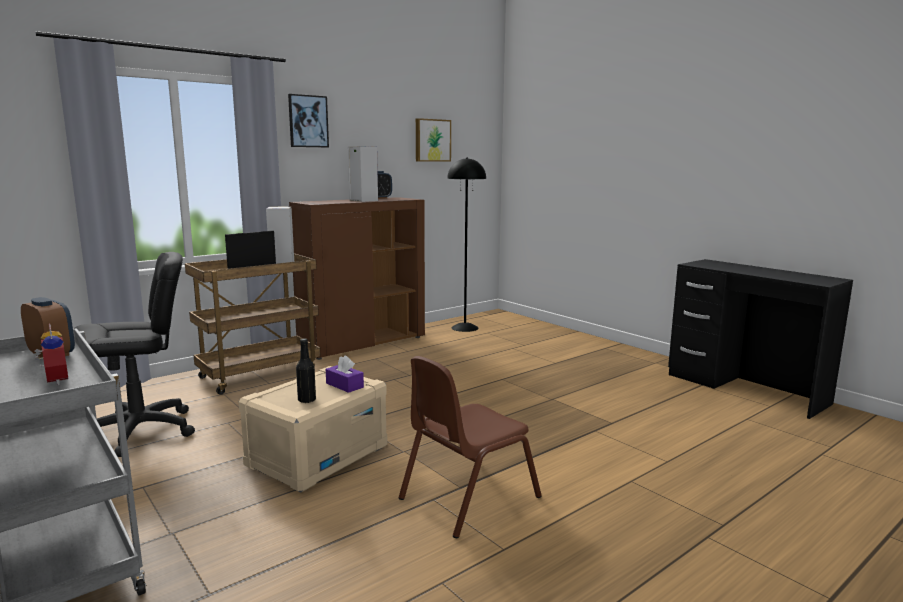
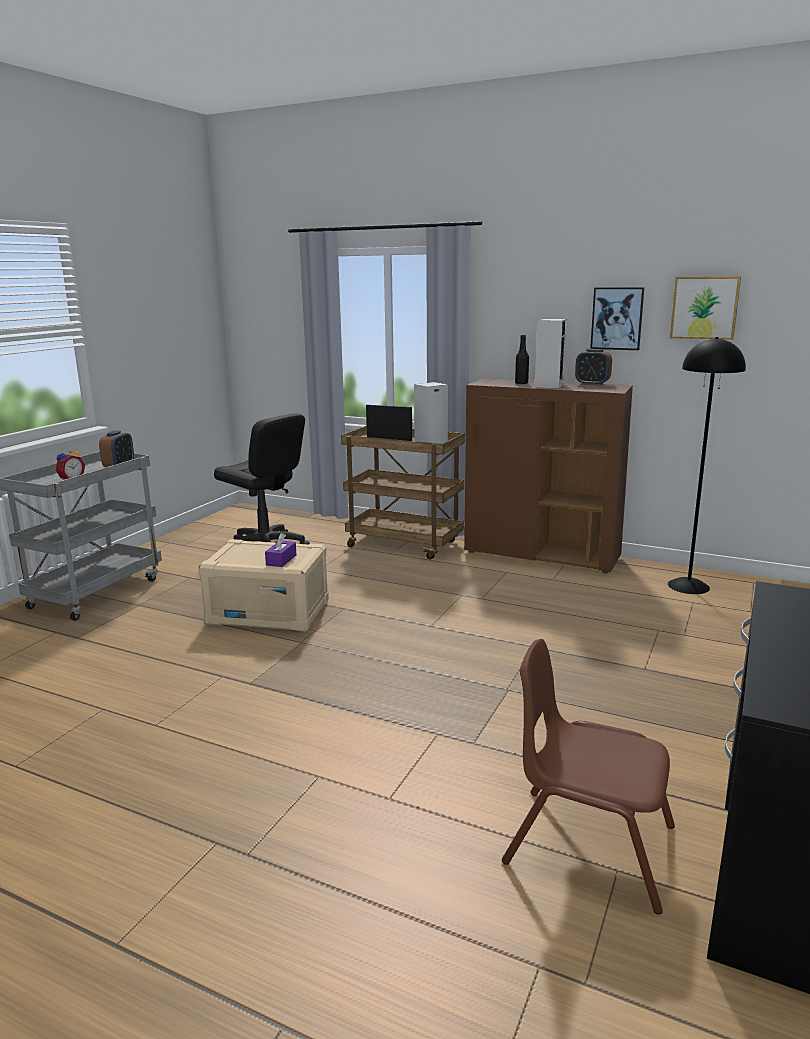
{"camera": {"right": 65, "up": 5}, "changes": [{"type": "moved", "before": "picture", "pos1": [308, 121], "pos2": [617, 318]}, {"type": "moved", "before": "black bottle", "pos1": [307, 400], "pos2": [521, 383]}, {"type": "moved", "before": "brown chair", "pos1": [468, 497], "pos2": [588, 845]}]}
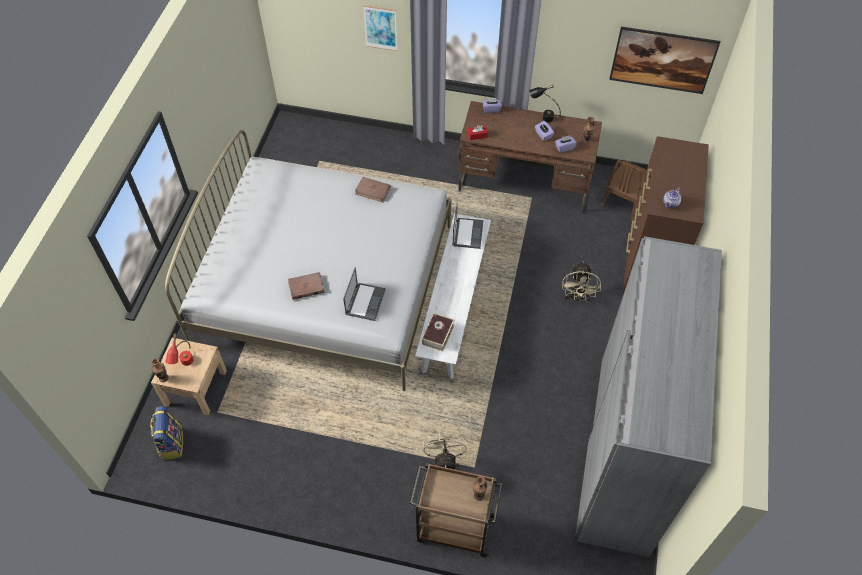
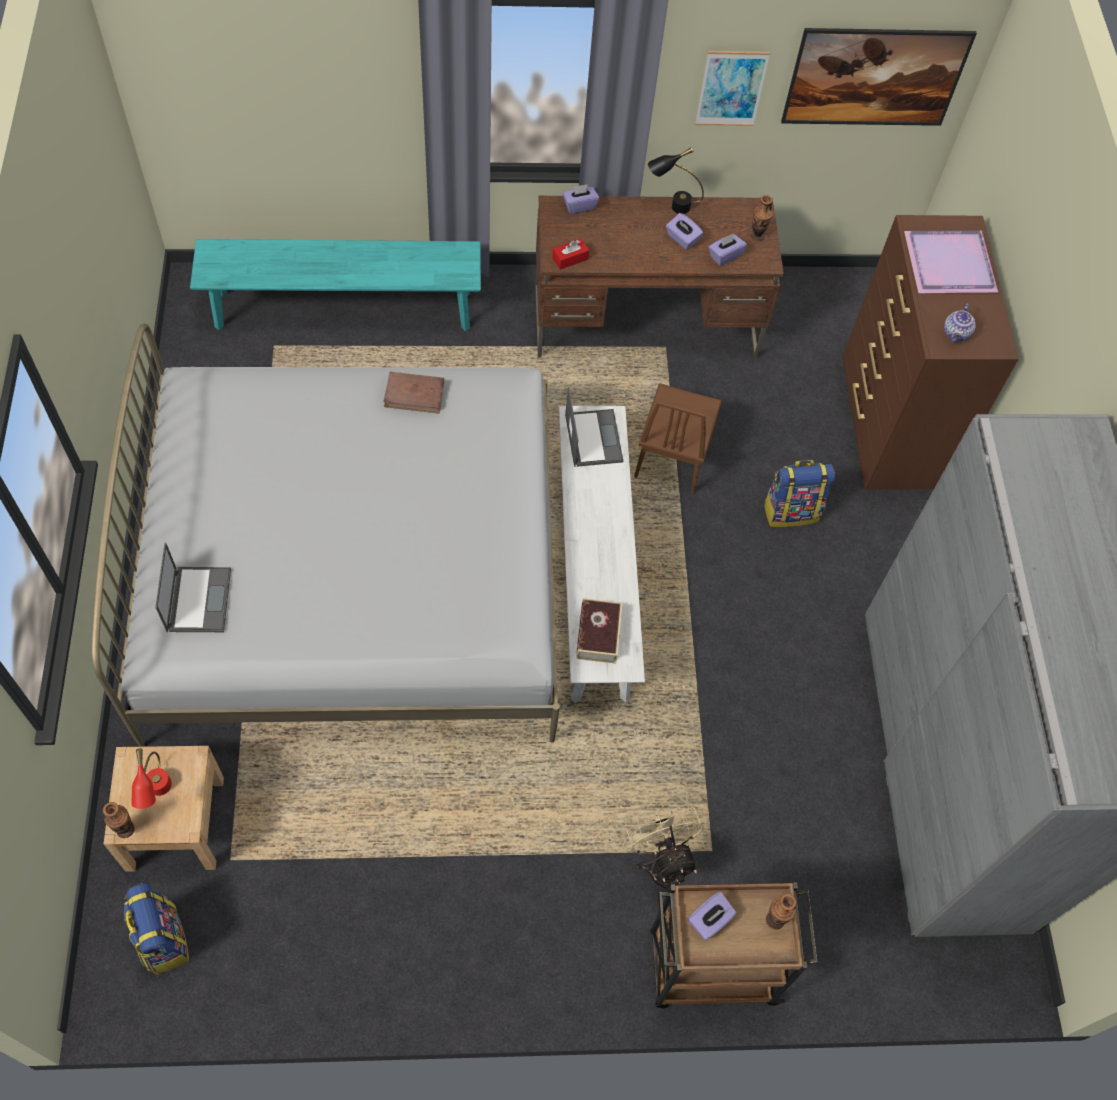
{"camera": {"right": -20, "up": 5}, "changes": [{"type": "removed", "before": "brown book", "pos1": [306, 287]}, {"type": "added", "after": "turquoise bench", "pos2": [344, 310]}, {"type": "added", "after": "purple tissue box", "pos2": [709, 920]}, {"type": "added", "after": "purple tray", "pos2": [950, 262]}, {"type": "moved", "before": "laptop", "pos1": [365, 301], "pos2": [198, 599]}, {"type": "moved", "before": "picture", "pos1": [380, 28], "pos2": [731, 88]}, {"type": "moved", "before": "brown chair", "pos1": [624, 201], "pos2": [673, 455]}, {"type": "replaced", "before": "beige fan", "after": "backpack", "pos1": [577, 297], "pos2": [791, 511]}]}
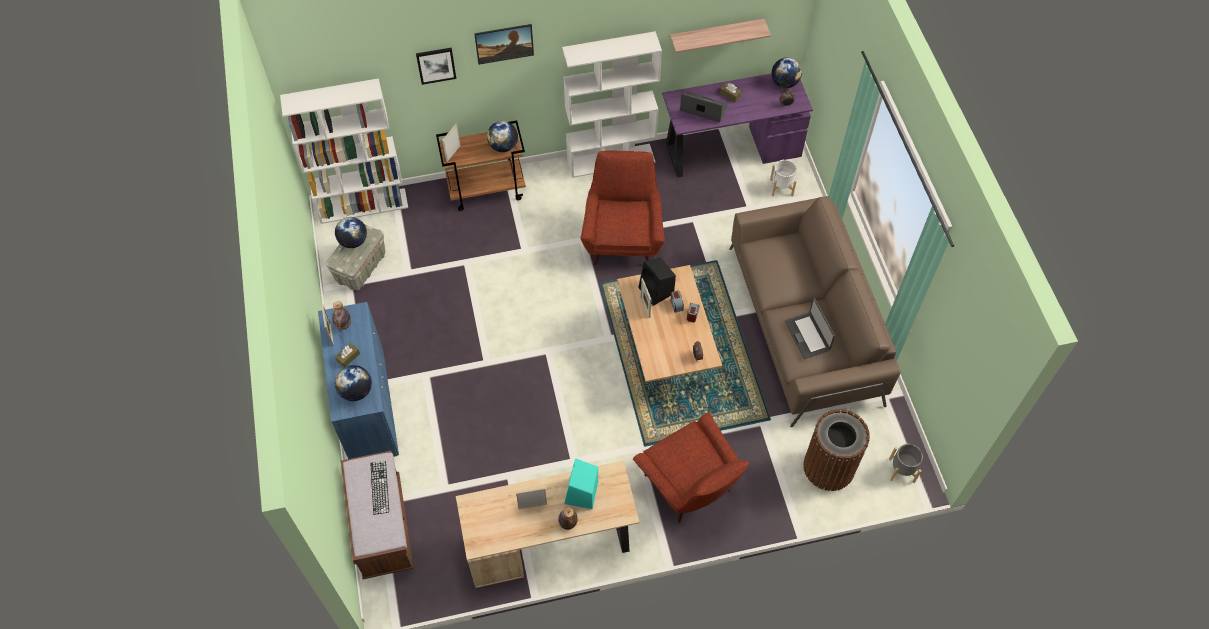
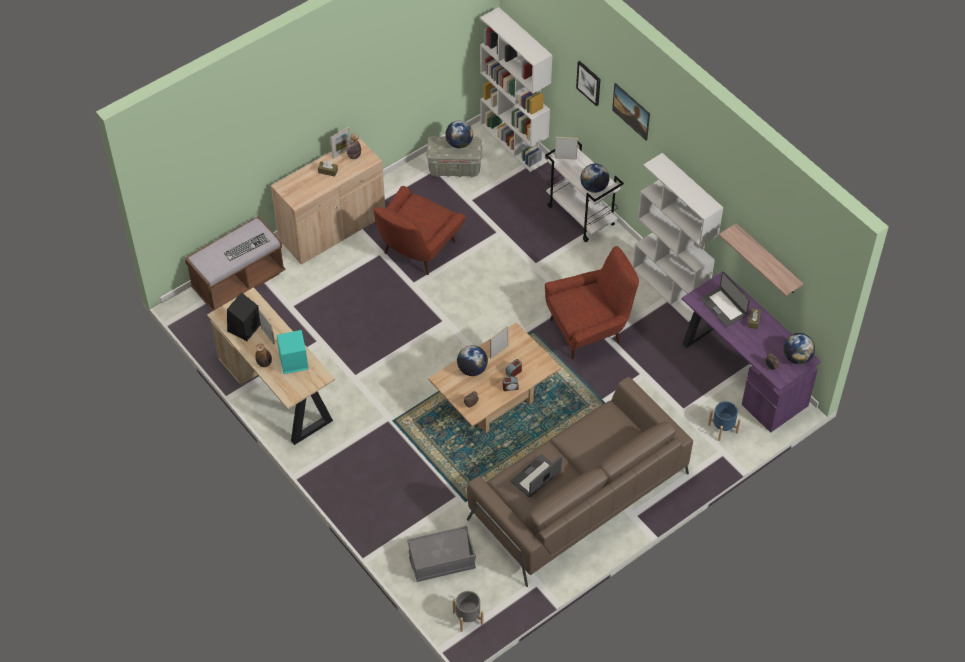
{"camera": {"right": 65, "up": -5}, "changes": [{"type": "moved", "before": "globe", "pos1": [356, 391], "pos2": [472, 369]}, {"type": "moved", "before": "red armchair", "pos1": [690, 487], "pos2": [417, 250]}, {"type": "moved", "before": "black speaker", "pos1": [657, 291], "pos2": [244, 328]}, {"type": "replaced", "before": "brown trash can", "after": "grey storage box", "pos1": [829, 467], "pos2": [442, 560]}, {"type": "recoloured", "before": "blue cabinet", "after": "beige cabinet", "pos1": [368, 407], "pos2": [332, 228]}, {"type": "recoloured", "before": "brown cart", "after": "white cart", "pos1": [487, 189], "pos2": [581, 215]}, {"type": "recoloured", "before": "white planter", "after": "blue planter", "pos1": [781, 187], "pos2": [723, 428]}, {"type": "turned", "before": "laptop", "pos1": [703, 108], "pos2": [724, 307], "turn": 150}]}
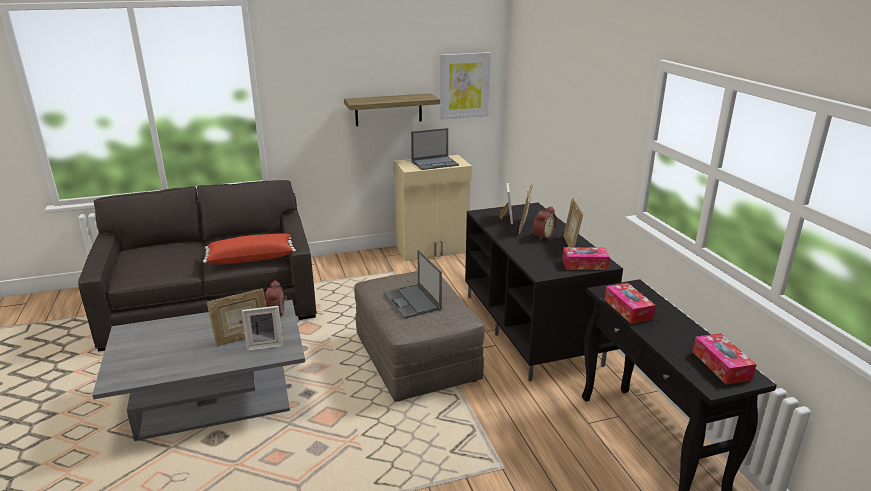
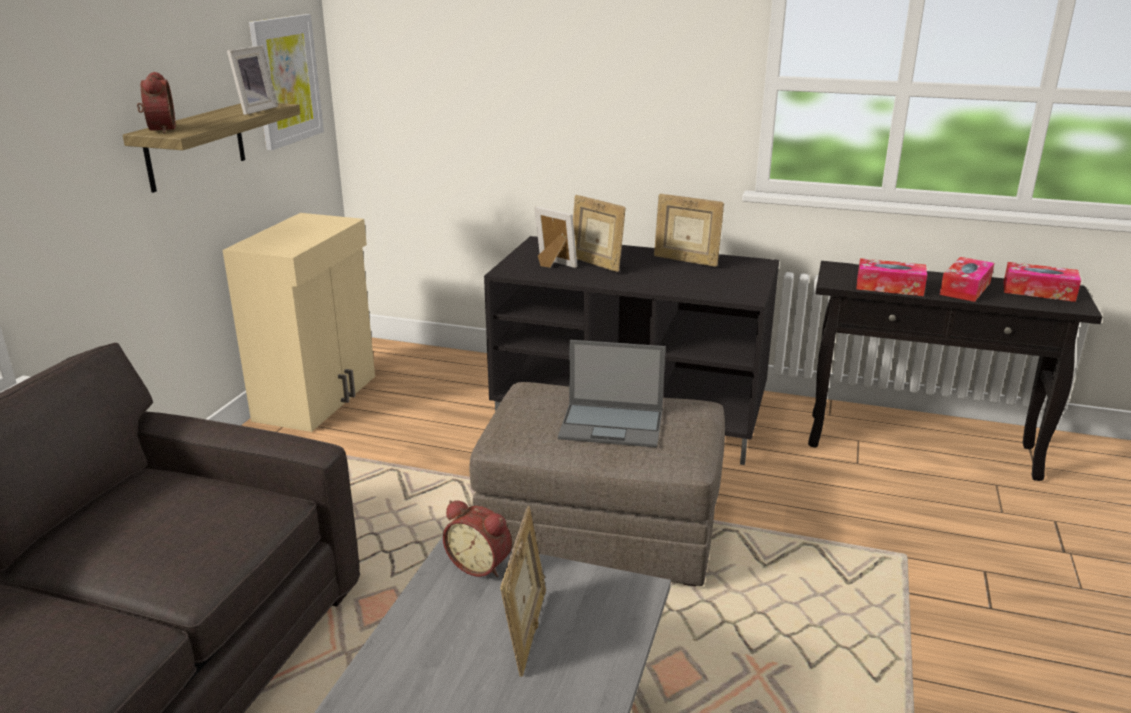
{"camera": {"right": -55, "up": 0}, "changes": [{"type": "removed", "before": "red pillow", "pos1": [251, 258]}, {"type": "removed", "before": "laptop", "pos1": [435, 163]}, {"type": "moved", "before": "picture frame", "pos1": [265, 344], "pos2": [253, 110]}, {"type": "moved", "before": "alarm clock", "pos1": [542, 236], "pos2": [159, 129]}, {"type": "moved", "before": "tissue box", "pos1": [584, 264], "pos2": [965, 288]}]}
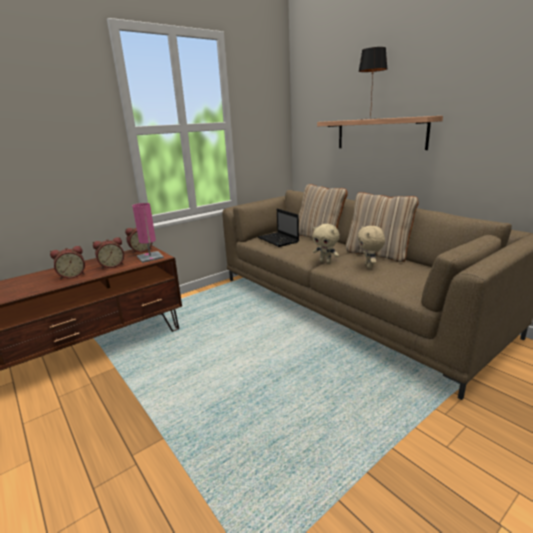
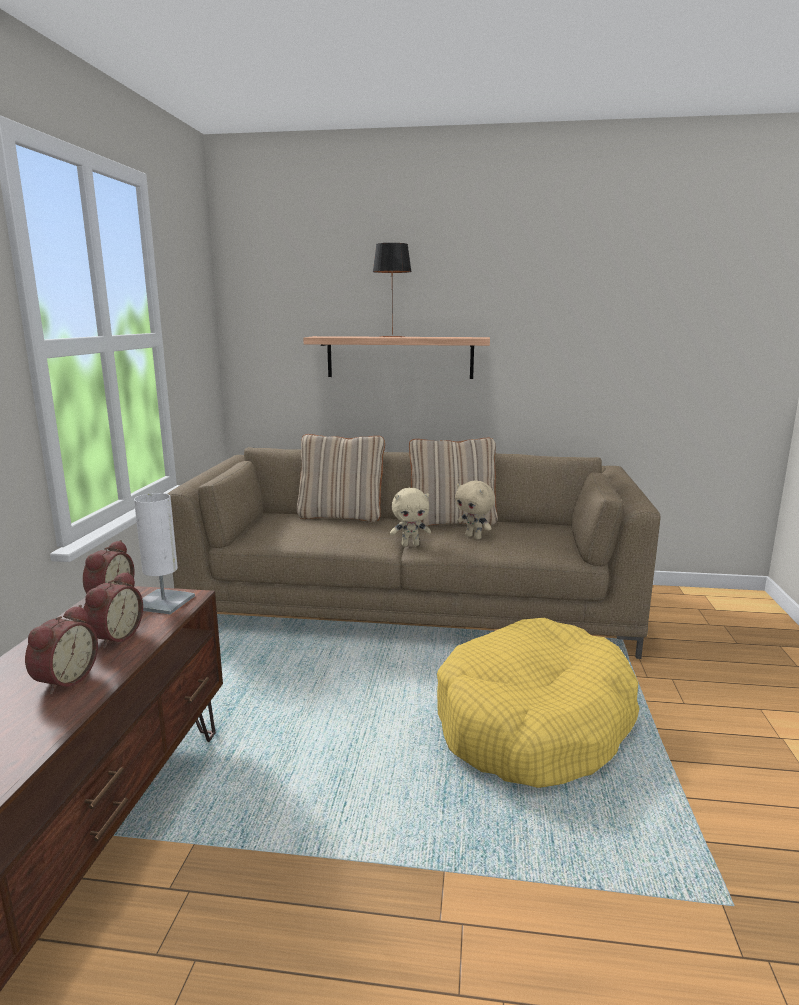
{"camera": {"right": -45, "up": -5}, "changes": [{"type": "removed", "before": "laptop", "pos1": [279, 240]}, {"type": "added", "after": "yellow dog bed", "pos2": [533, 723]}, {"type": "recoloured", "before": "pink table lamp", "after": "white table lamp", "pos1": [150, 257], "pos2": [163, 602]}]}
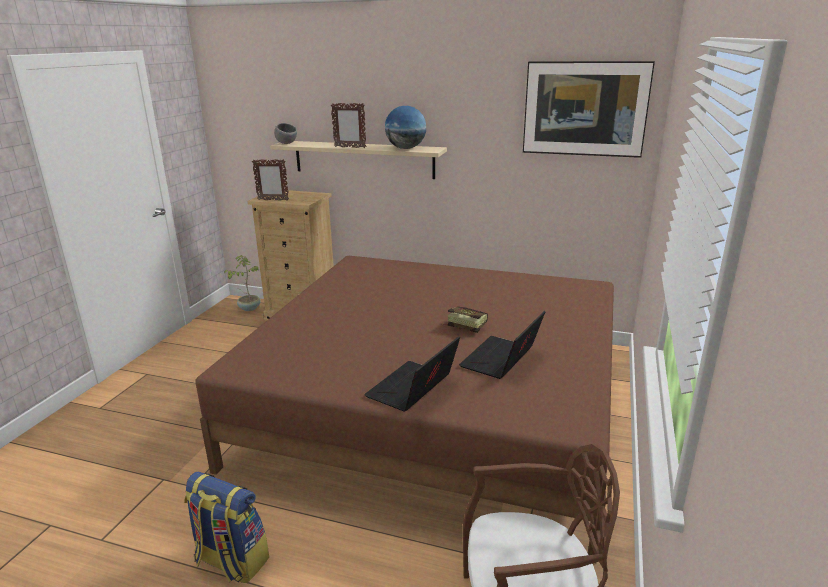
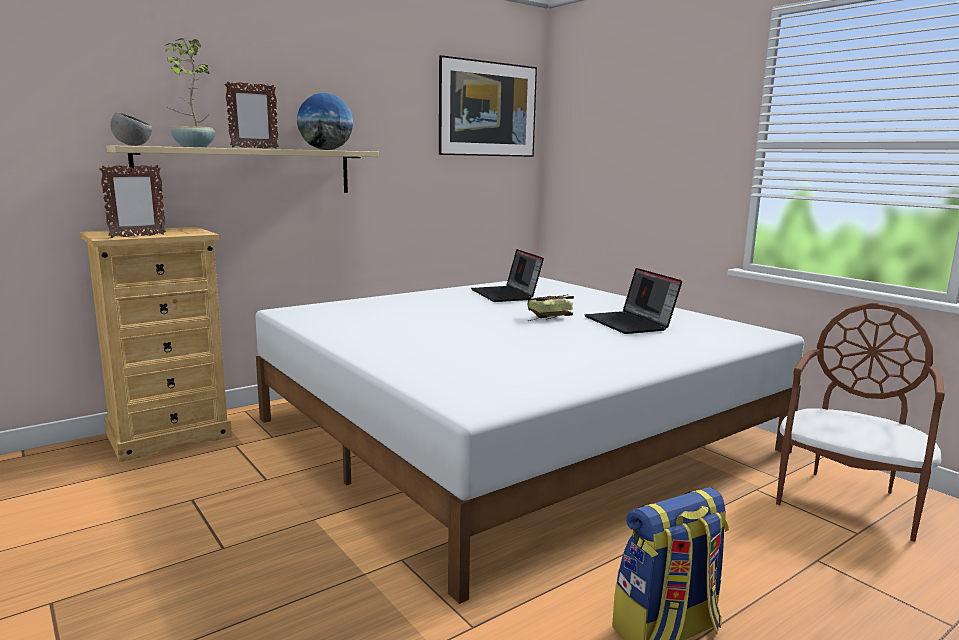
{"camera": {"right": -55, "up": -10}, "changes": [{"type": "moved", "before": "potted plant", "pos1": [249, 308], "pos2": [193, 147]}, {"type": "moved", "before": "laptop", "pos1": [413, 389], "pos2": [506, 295]}, {"type": "recoloured", "before": "brown bed", "after": "white bed", "pos1": [435, 408], "pos2": [514, 435]}]}
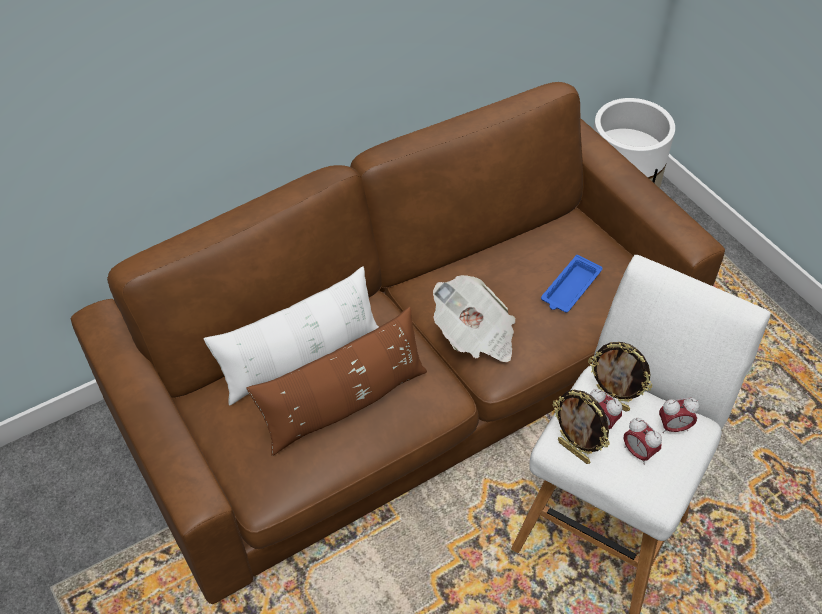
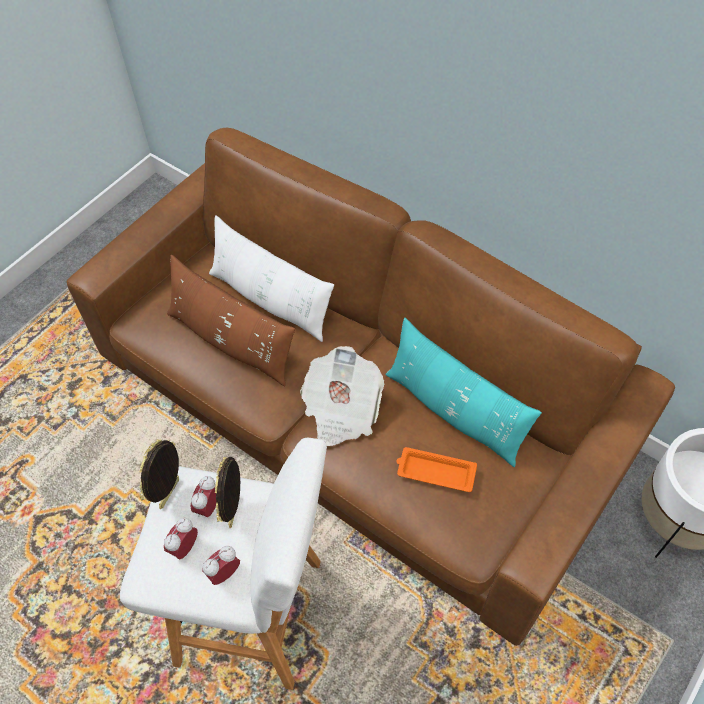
{"camera": {"right": 70, "up": 5}, "changes": [{"type": "added", "after": "turquoise pillow", "pos2": [454, 411]}, {"type": "recoloured", "before": "blue tray", "after": "orange tray", "pos1": [570, 288], "pos2": [434, 472]}, {"type": "turned", "before": "alarm clock", "pos1": [673, 427], "pos2": [224, 573], "turn": 75}]}
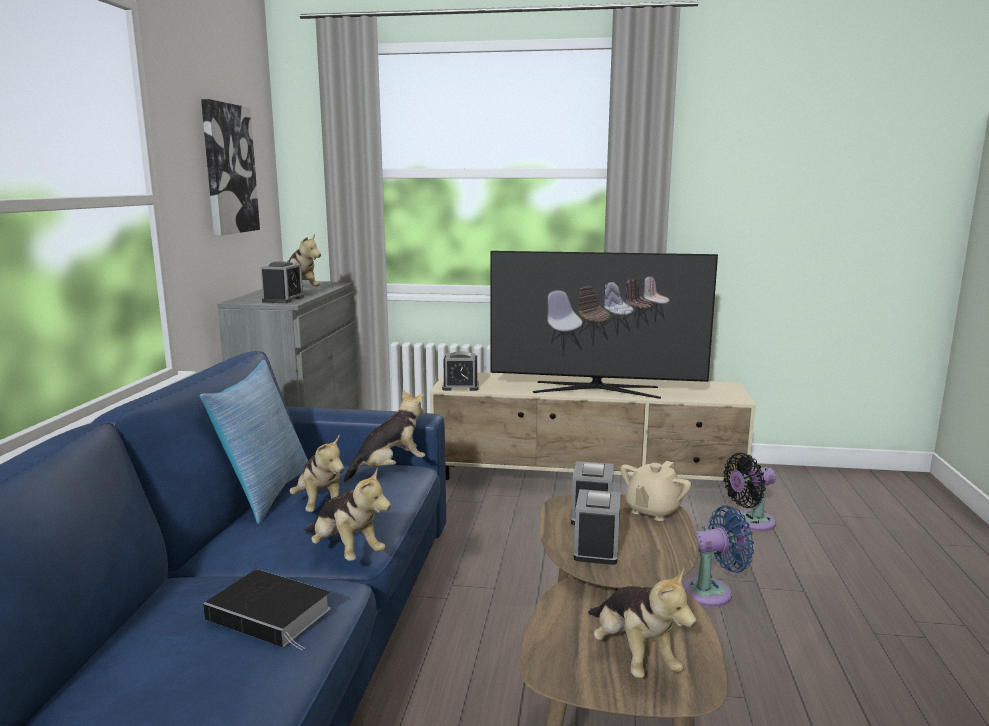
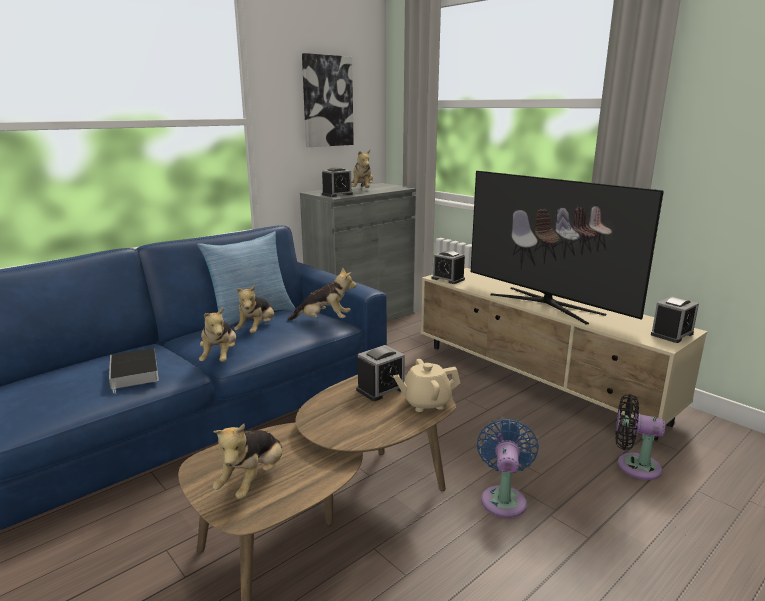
{"camera": {"right": 40, "up": 5}, "changes": [{"type": "moved", "before": "alarm clock", "pos1": [596, 548], "pos2": [672, 334]}, {"type": "turned", "before": "blue fan", "pos1": [712, 592], "pos2": [503, 498], "turn": -105}]}
